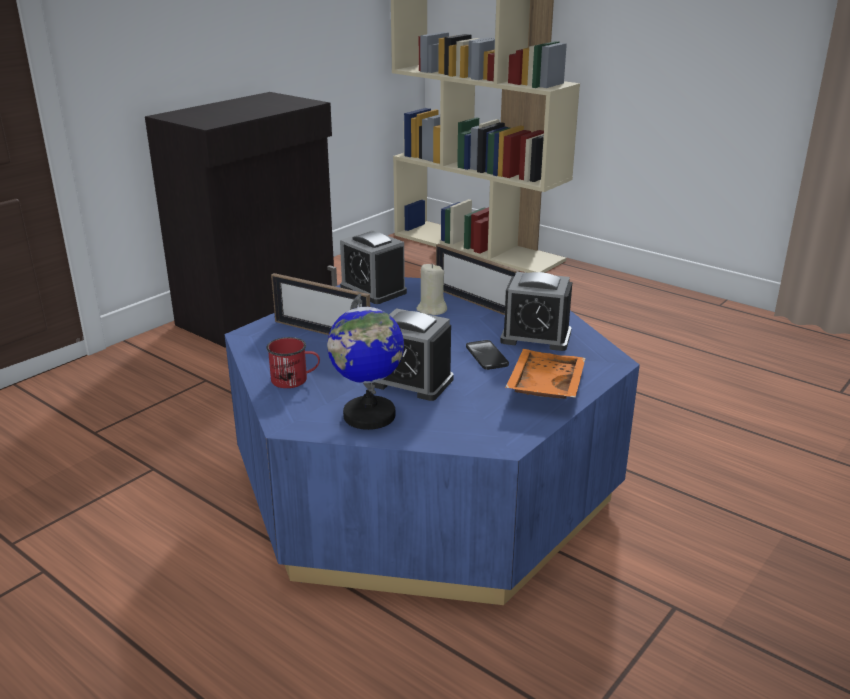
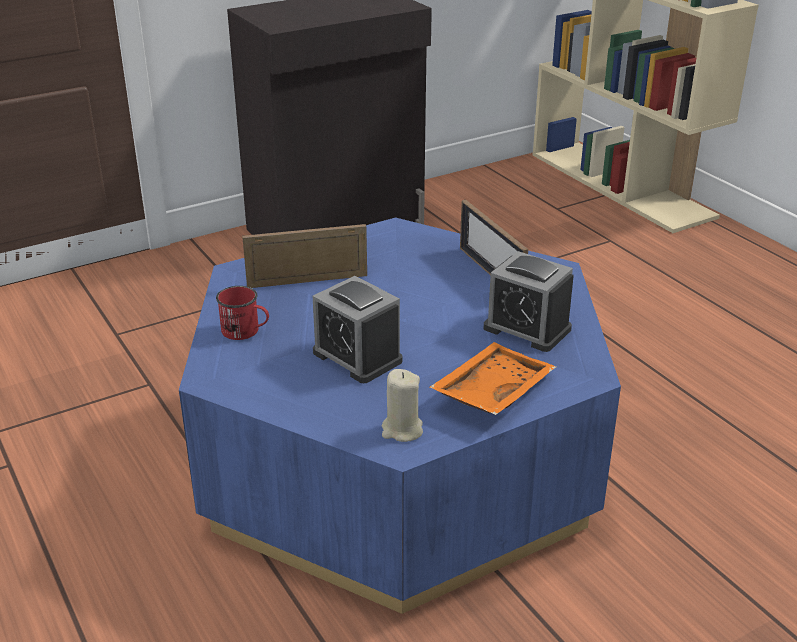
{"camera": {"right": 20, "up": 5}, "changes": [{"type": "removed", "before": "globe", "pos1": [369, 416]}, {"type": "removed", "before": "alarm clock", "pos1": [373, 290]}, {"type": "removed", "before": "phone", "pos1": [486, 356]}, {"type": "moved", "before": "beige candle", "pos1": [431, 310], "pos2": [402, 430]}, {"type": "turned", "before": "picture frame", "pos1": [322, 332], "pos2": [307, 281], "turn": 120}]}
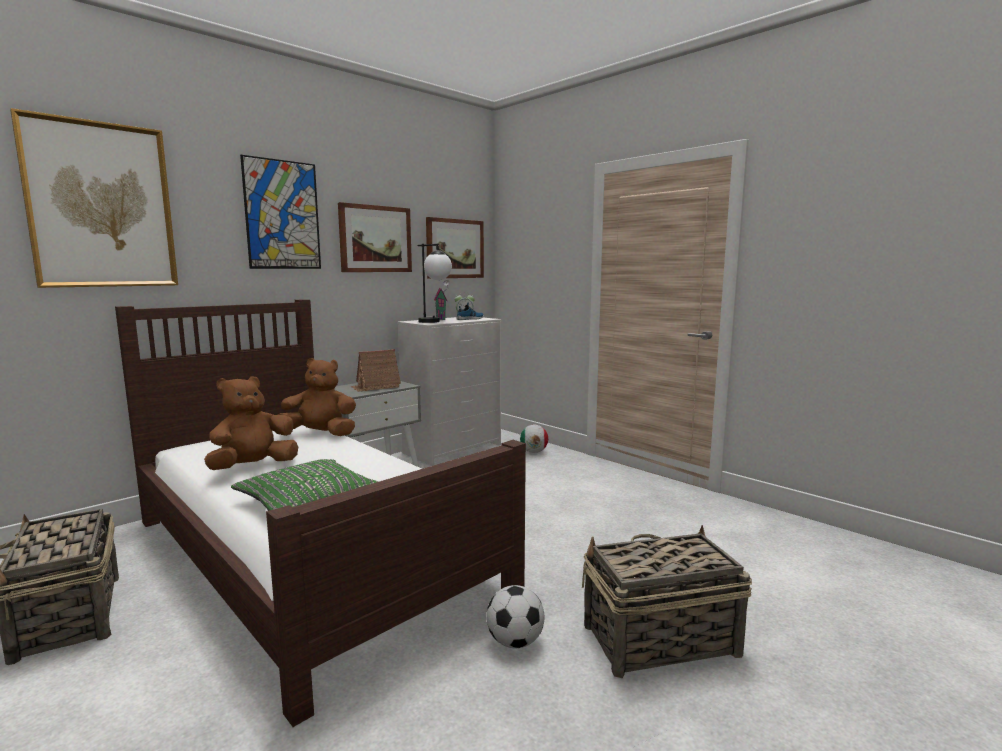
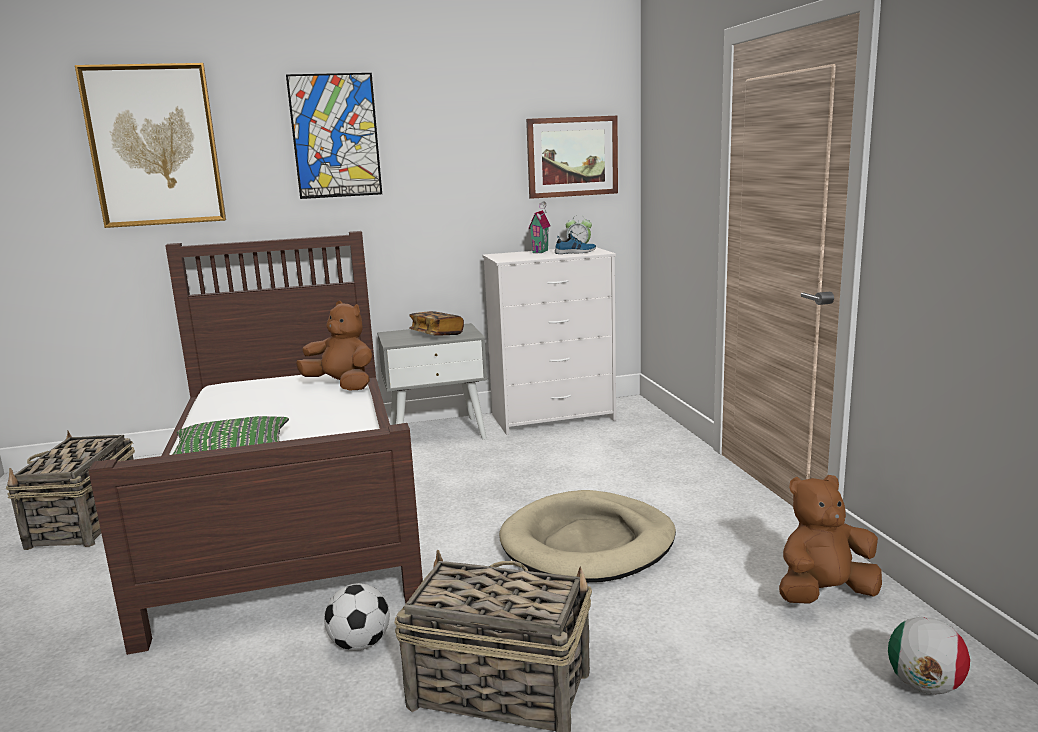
{"camera": {"right": 30, "up": 5}, "changes": [{"type": "removed", "before": "picture", "pos1": [375, 239]}, {"type": "removed", "before": "table lamp", "pos1": [435, 322]}, {"type": "added", "after": "beige dog bed", "pos2": [588, 543]}, {"type": "moved", "before": "brown plush toy", "pos1": [253, 467], "pos2": [824, 594]}, {"type": "moved", "before": "football", "pos1": [534, 452], "pos2": [924, 686]}, {"type": "replaced", "before": "toy house", "after": "book", "pos1": [375, 387], "pos2": [436, 334]}]}
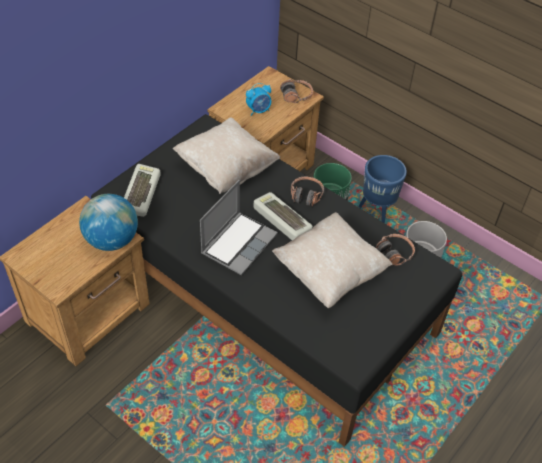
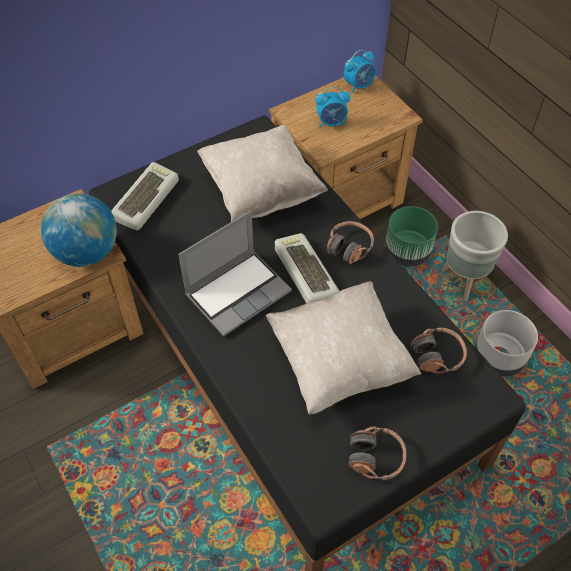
{"camera": {"right": 20, "up": 5}, "changes": [{"type": "added", "after": "alarm clock", "pos2": [359, 86]}, {"type": "moved", "before": "headphones", "pos1": [296, 95], "pos2": [376, 457]}, {"type": "recoloured", "before": "blue planter", "after": "grey planter", "pos1": [377, 211], "pos2": [464, 281]}]}
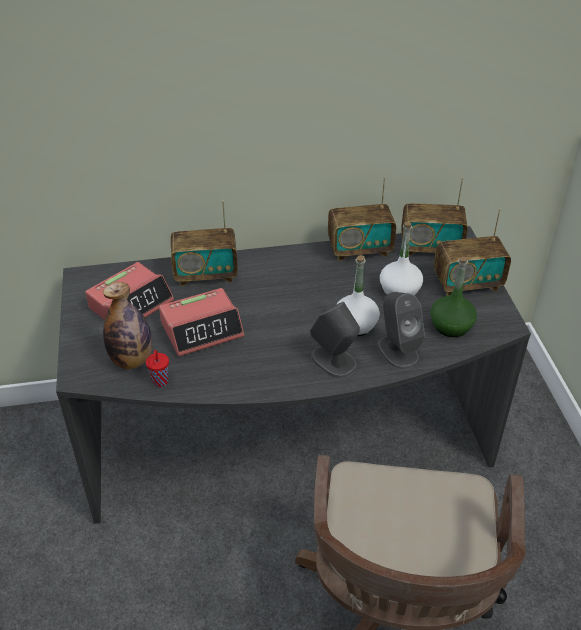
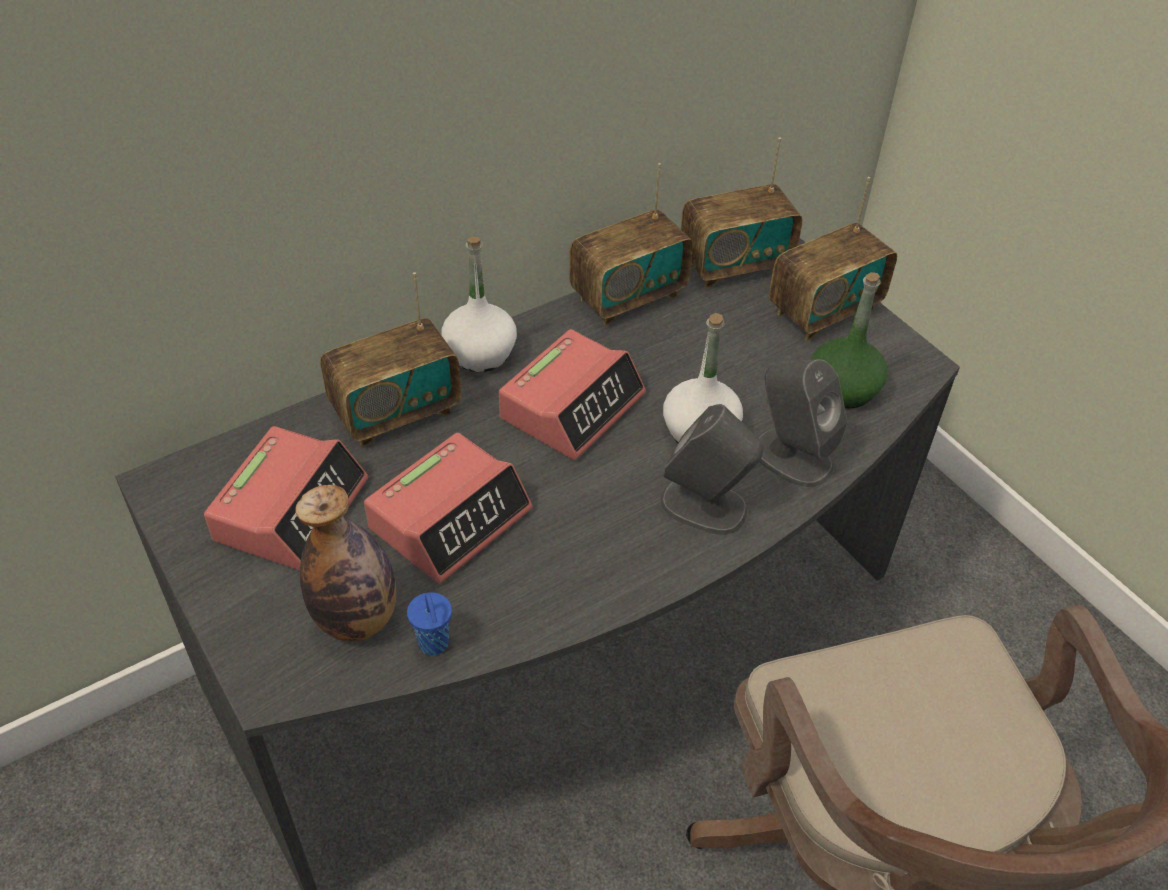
{"camera": {"right": -25, "up": 5}, "changes": [{"type": "added", "after": "alarm clock", "pos2": [572, 406]}, {"type": "moved", "before": "white bottle", "pos1": [399, 290], "pos2": [480, 353]}, {"type": "recoloured", "before": "red cup", "after": "blue cup", "pos1": [160, 382], "pos2": [434, 645]}]}
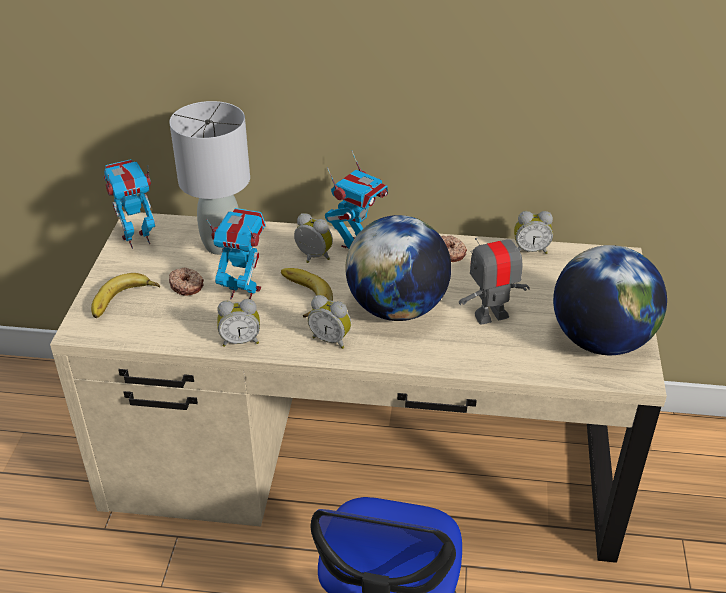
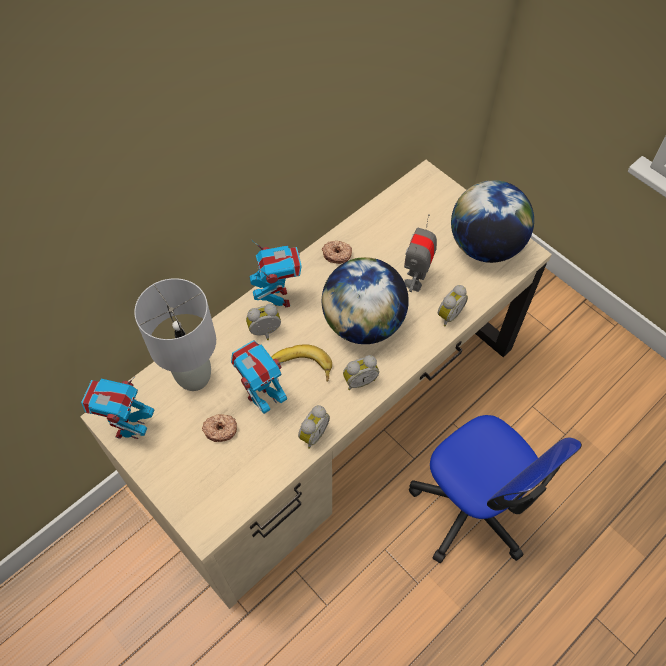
{"camera": {"right": -50, "up": 20}, "changes": [{"type": "removed", "before": "banana", "pos1": [124, 301]}, {"type": "moved", "before": "alarm clock", "pos1": [530, 250], "pos2": [448, 314]}]}
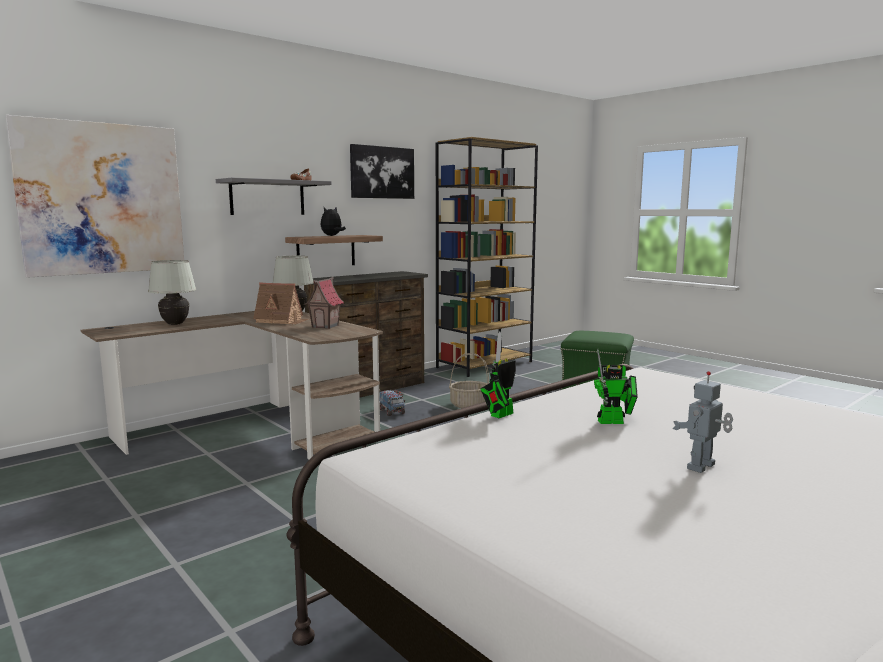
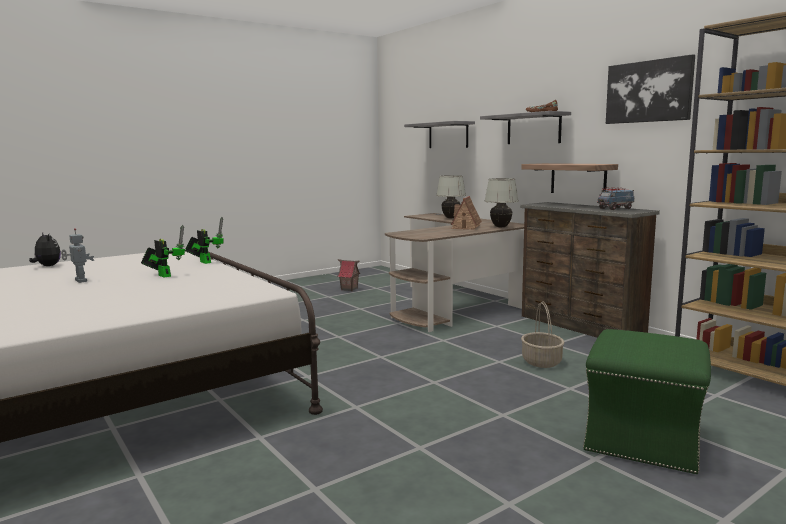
{"camera": {"right": 95, "up": 0}, "changes": [{"type": "moved", "before": "toy house", "pos1": [325, 326], "pos2": [349, 289]}, {"type": "moved", "before": "plush toy", "pos1": [332, 236], "pos2": [47, 266]}, {"type": "moved", "before": "toy truck", "pos1": [392, 412], "pos2": [615, 209]}, {"type": "replaced", "before": "picture", "after": "grey shelf", "pos1": [102, 199], "pos2": [448, 135]}, {"type": "turned", "before": "toy robot", "pos1": [614, 422], "pos2": [163, 275], "turn": 135}]}
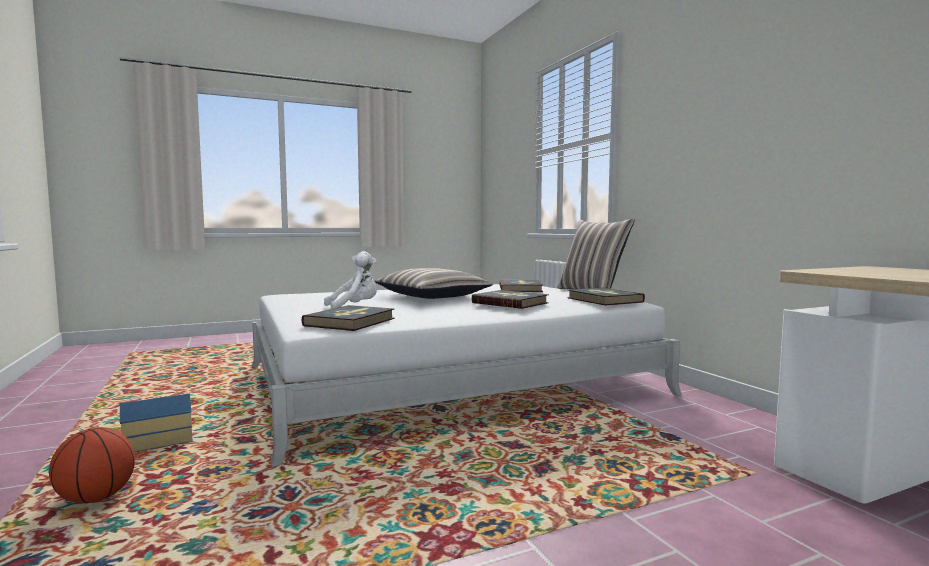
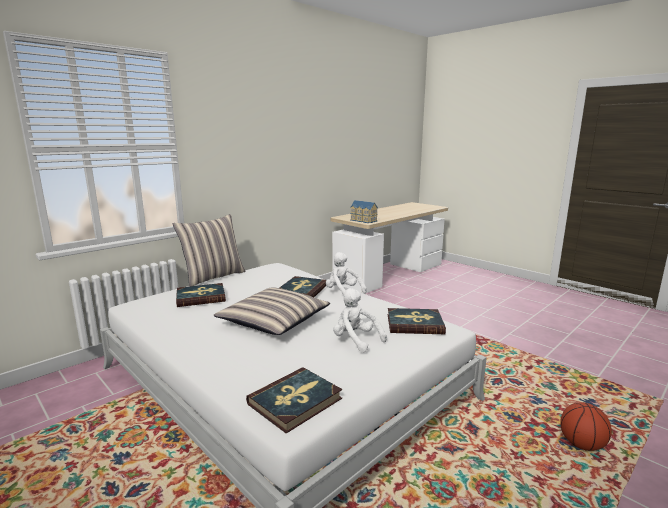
{"camera": {"right": -110, "up": 10}, "changes": [{"type": "added", "after": "white plush toy", "pos2": [343, 292]}, {"type": "moved", "before": "toy house", "pos1": [157, 443], "pos2": [363, 220]}, {"type": "moved", "before": "book", "pos1": [604, 300], "pos2": [295, 401]}]}
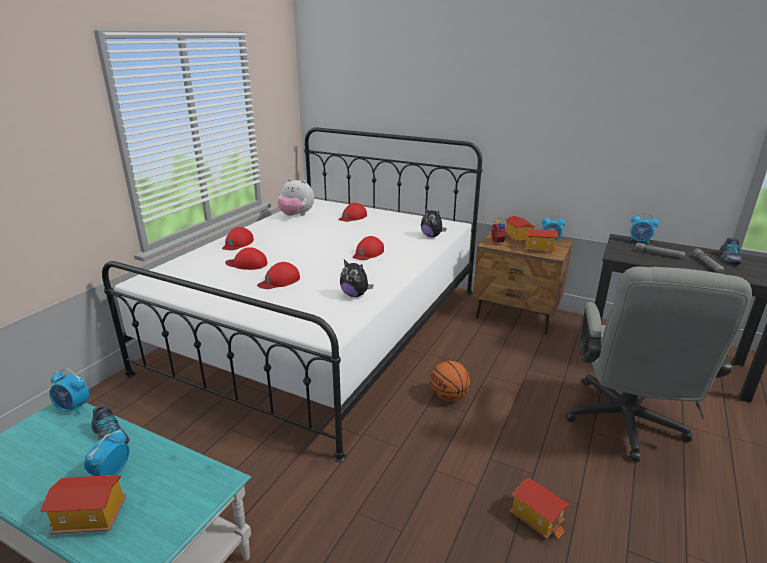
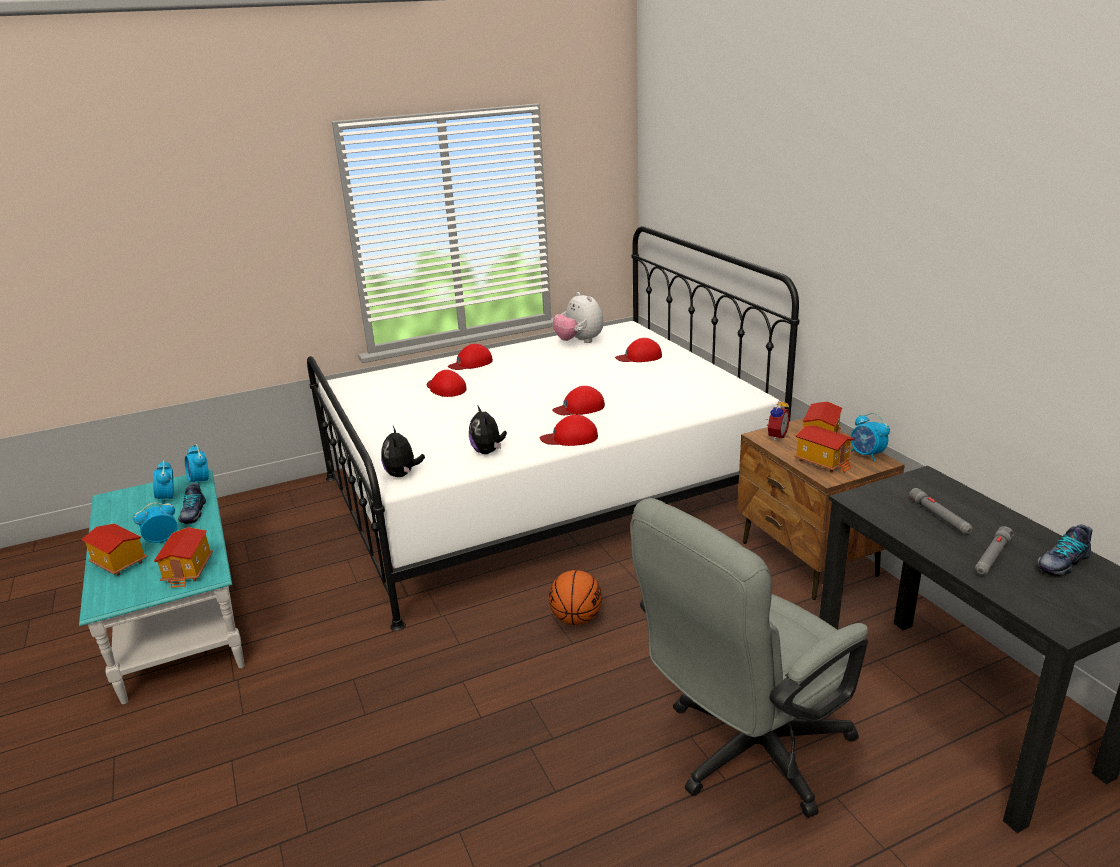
{"camera": {"right": 40, "up": 0}, "changes": [{"type": "moved", "before": "red cap", "pos1": [279, 281], "pos2": [570, 438]}, {"type": "moved", "before": "plush toy", "pos1": [432, 236], "pos2": [402, 474]}, {"type": "moved", "before": "toy house", "pos1": [537, 518], "pos2": [189, 570]}, {"type": "moved", "before": "alarm clock", "pos1": [639, 242], "pos2": [168, 499]}]}
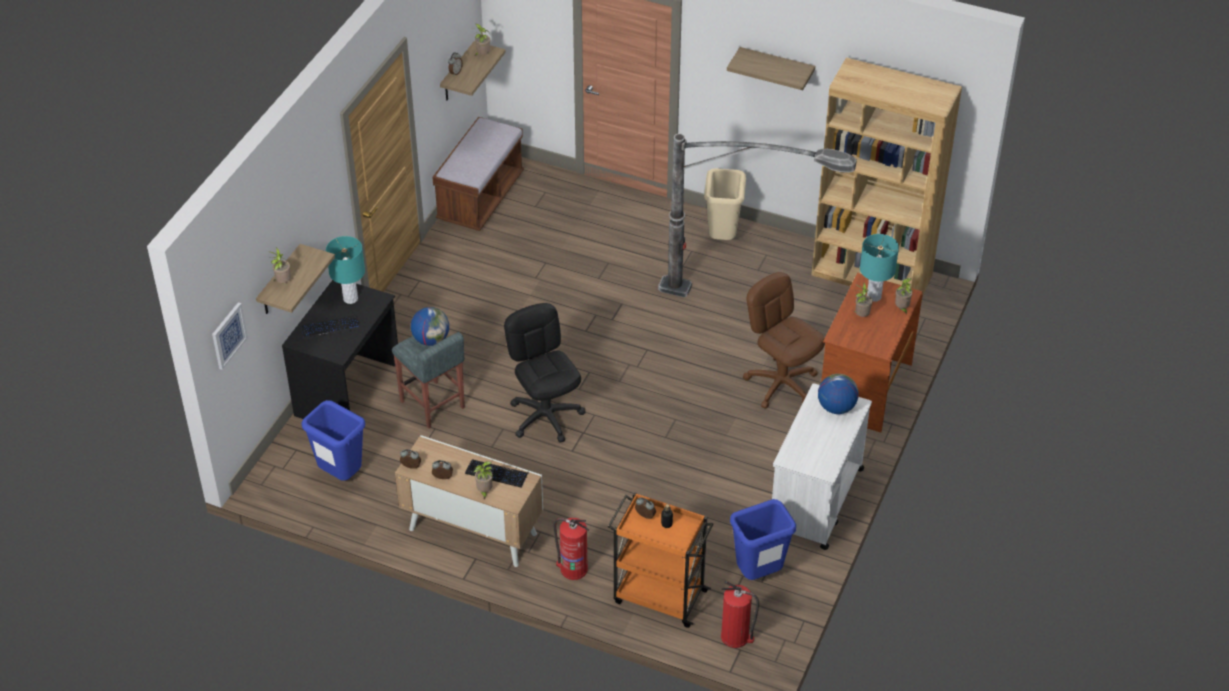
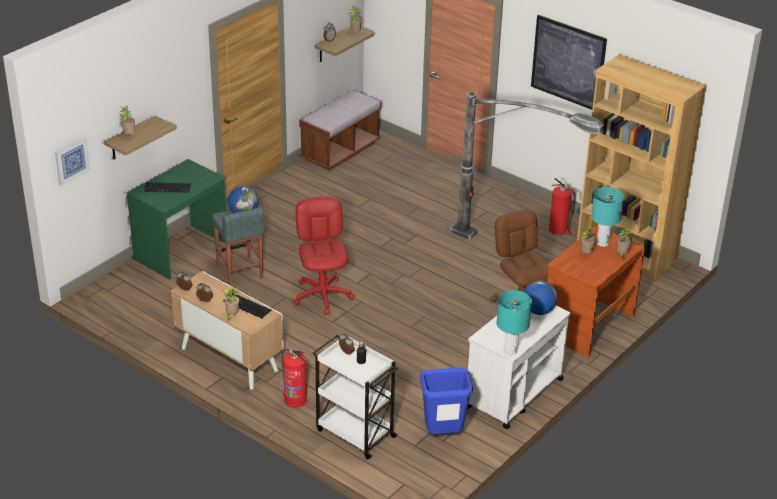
{"camera": {"right": 15, "up": -10}, "changes": [{"type": "removed", "before": "blue trash can", "pos1": [340, 475]}, {"type": "removed", "before": "beige trash can", "pos1": [722, 238]}, {"type": "moved", "before": "turquoise table lamp", "pos1": [350, 298], "pos2": [510, 350]}, {"type": "moved", "before": "fire extinguisher", "pos1": [736, 637], "pos2": [558, 230]}, {"type": "replaced", "before": "shelf", "after": "picture", "pos1": [776, 68], "pos2": [568, 62]}, {"type": "recoloured", "before": "black desk", "after": "green desk", "pos1": [349, 391], "pos2": [182, 252]}, {"type": "recoloured", "before": "black office chair", "after": "red office chair", "pos1": [546, 416], "pos2": [323, 295]}, {"type": "recoloured", "before": "orange cart", "after": "white cart", "pos1": [658, 596], "pos2": [354, 432]}]}
